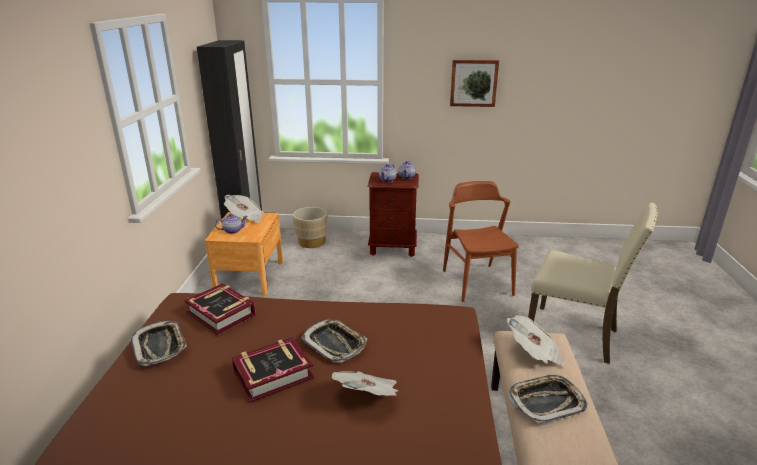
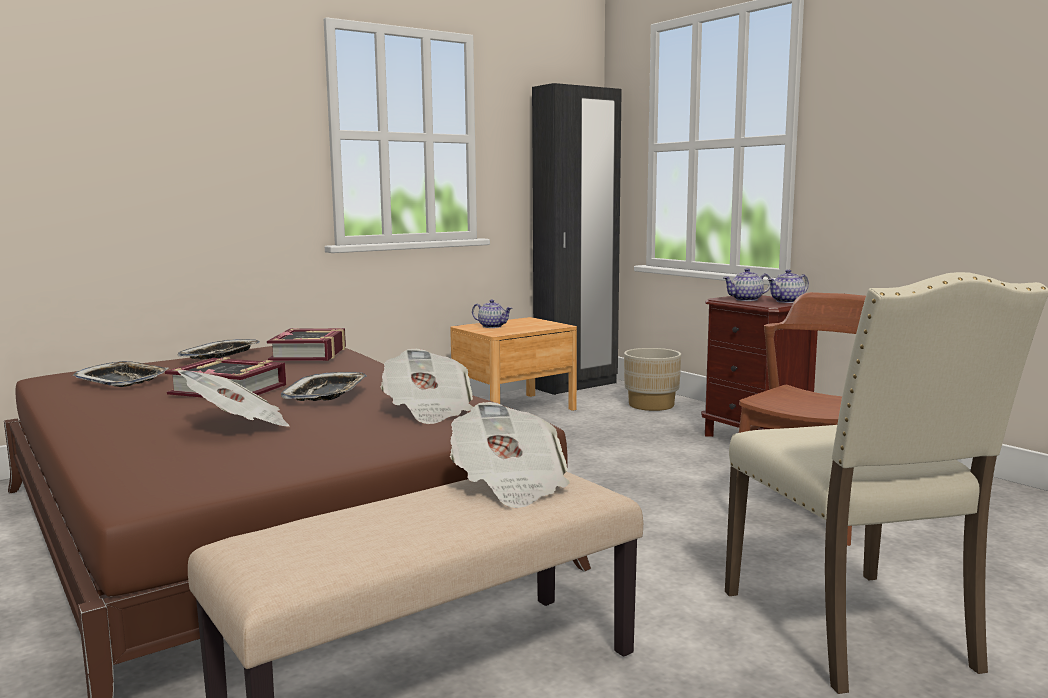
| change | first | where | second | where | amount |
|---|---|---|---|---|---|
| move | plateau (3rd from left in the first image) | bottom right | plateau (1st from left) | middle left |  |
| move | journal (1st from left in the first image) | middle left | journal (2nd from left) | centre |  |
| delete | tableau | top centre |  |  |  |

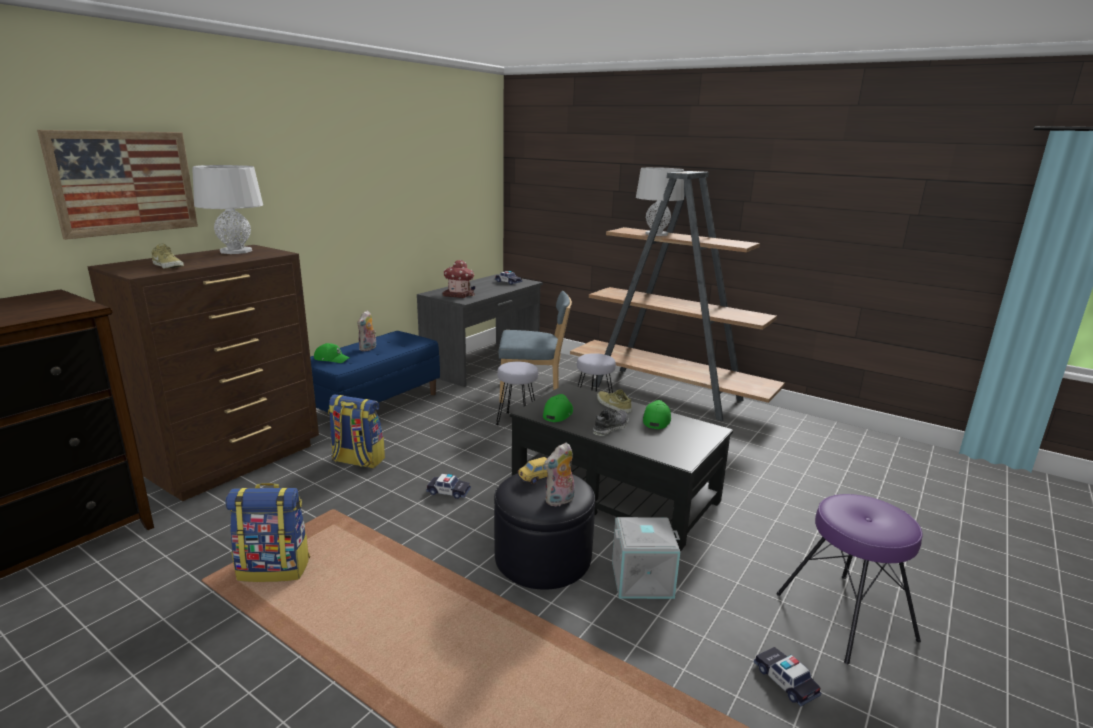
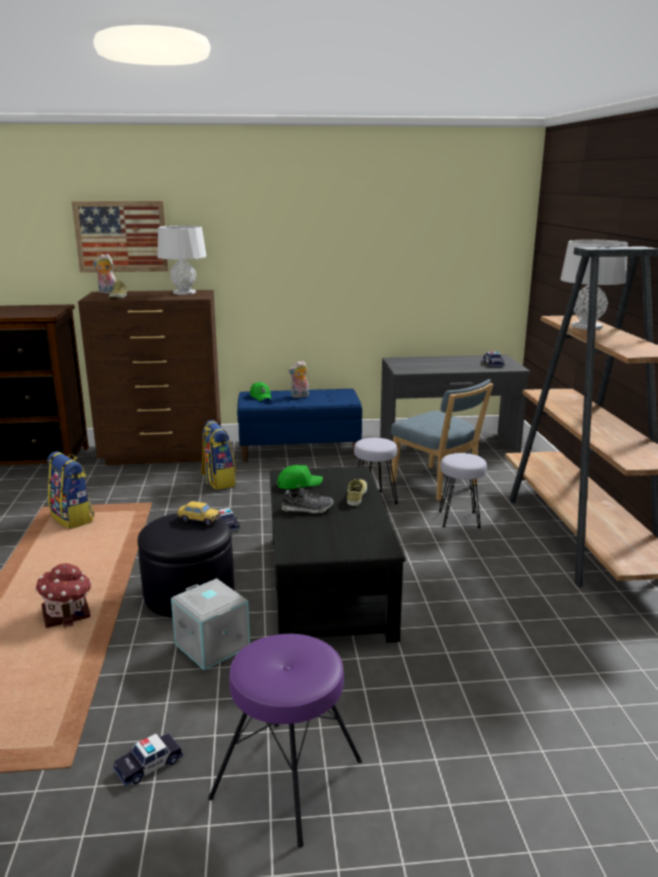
| change | first | where | second | where | amount |
|---|---|---|---|---|---|
| move | maison miniature | centre |  | bottom left |  |
| move | peluche (2nd from left in the first image) | centre | peluche (1st from left) | top left |  |
| rotate | petite voiture (4th from left in the first image) | bottom right | petite voiture (1st from left) | bottom left | 150 degrees counterclockwise |
| delete | casquette [vert] (3rd from left) | centre |  |  |  |

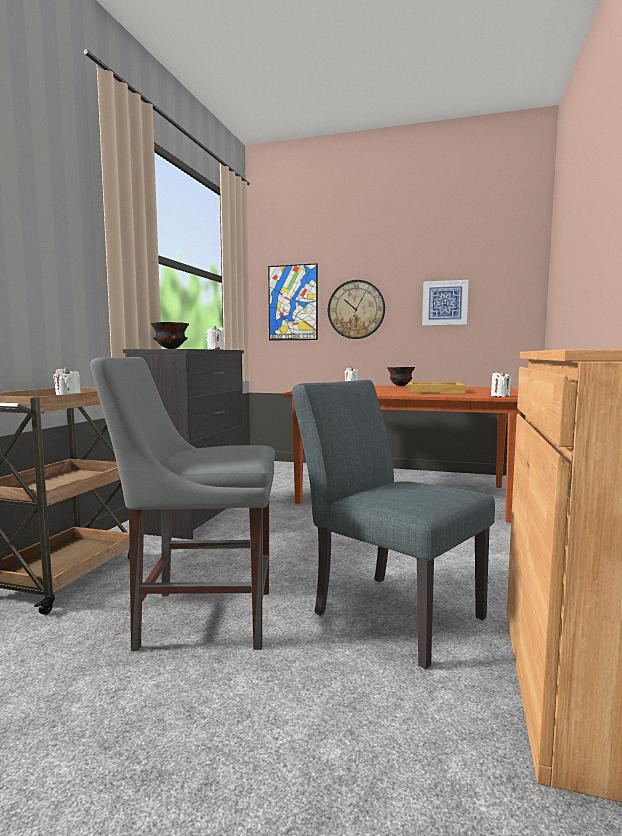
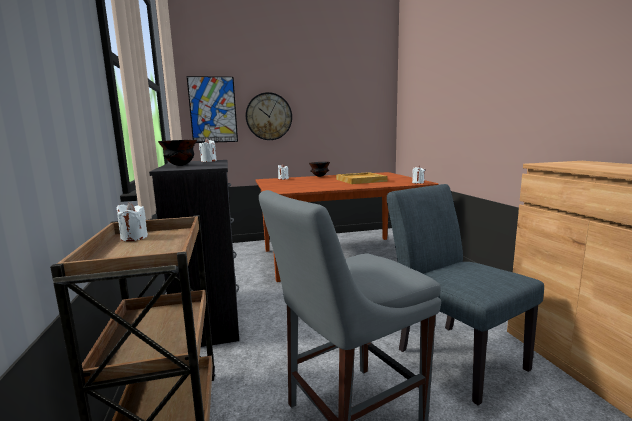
| change | first | where | second | where | amount |
|---|---|---|---|---|---|
| rotate | chaise [gris] (2nd from left) | centre |  | bottom right | 45 degrees clockwise |
| delete | tableau (2nd from left) | middle right |  |  |  |

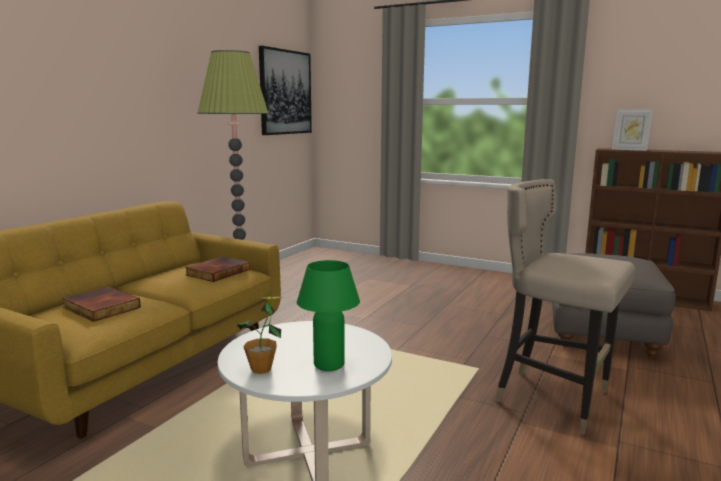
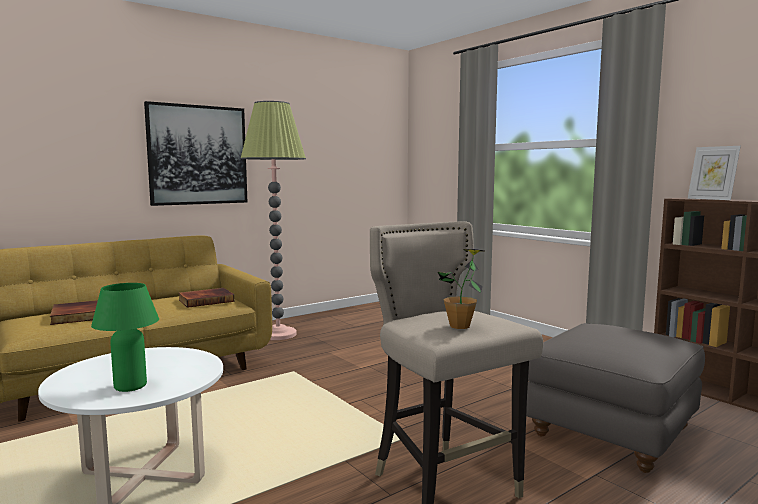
| change | first | where | second | where | amount |
|---|---|---|---|---|---|
| move | tableau | top centre |  | top left |  |
| move | plante en pot | bottom centre |  | centre |  |

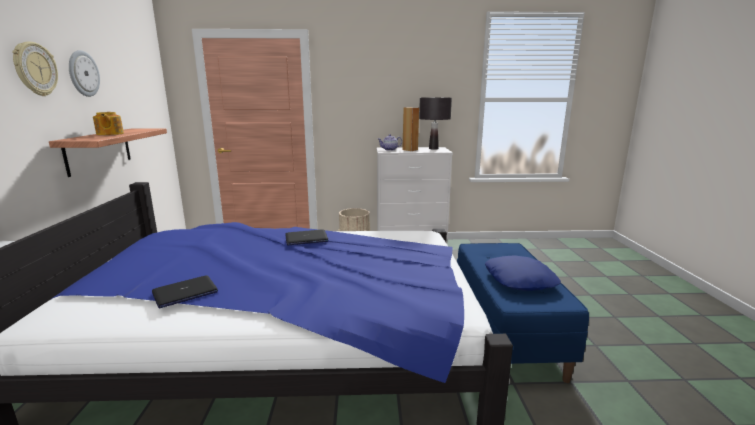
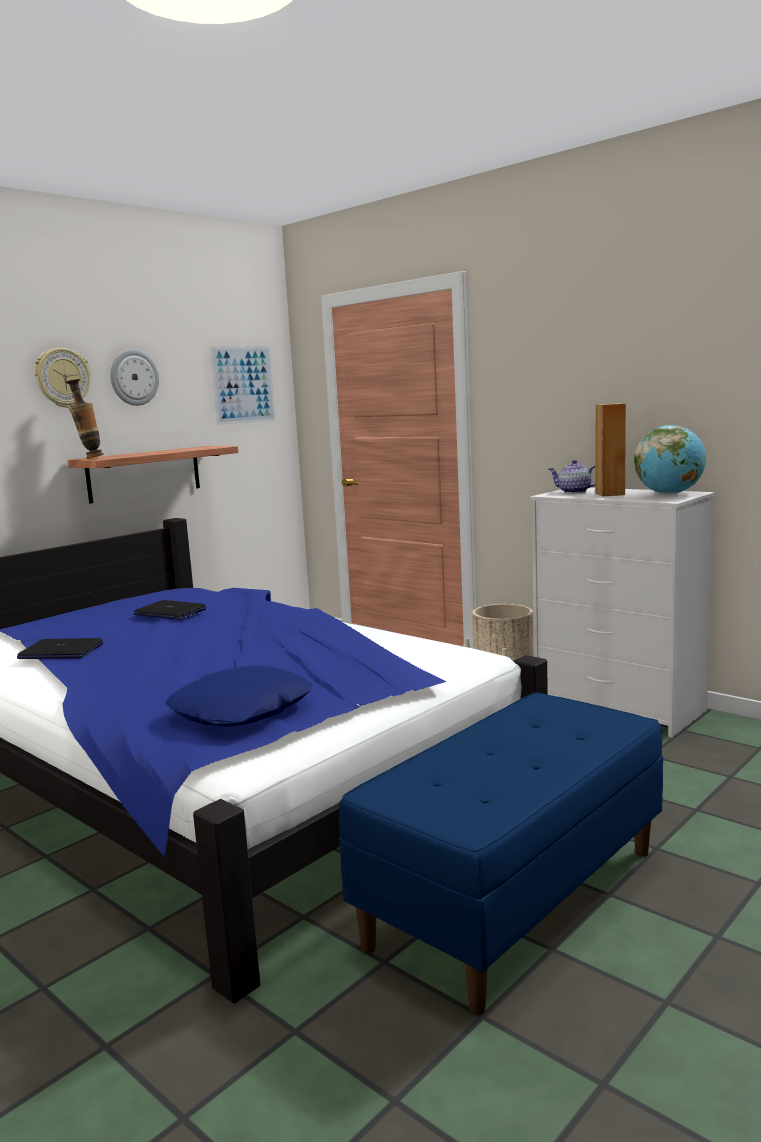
| change | first | where | second | where | amount |
|---|---|---|---|---|---|
| insert |  |  | vase | middle left |  |
| move | ordinateur portable (2nd from left) | centre |  | middle left |  |
| move | coussin [bleu] | middle right |  | middle left |  |
| insert |  |  | tableau | middle left |  |
| replace | lampe de table [noir] | top centre | globe | middle right |  |
| delete | théière (1st from left) | top left |  |  |  |

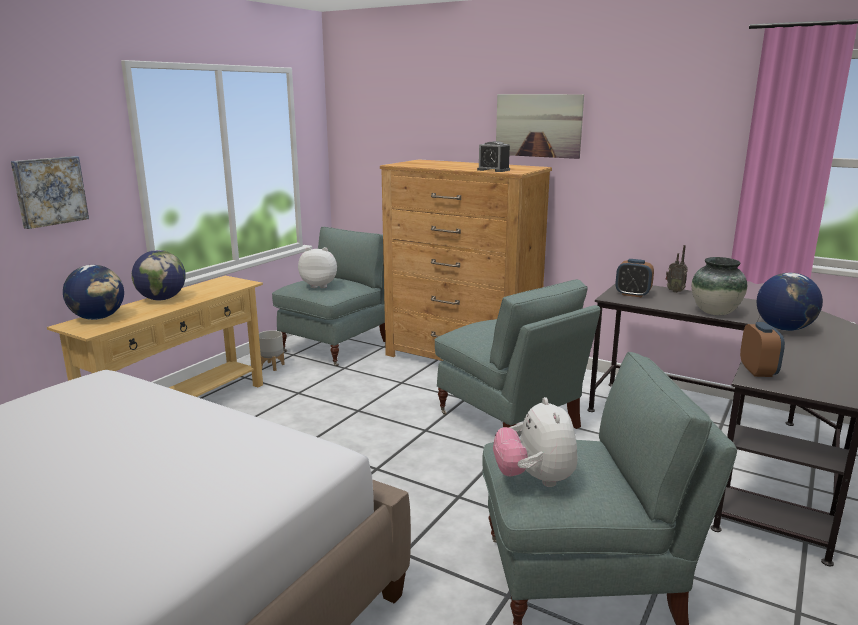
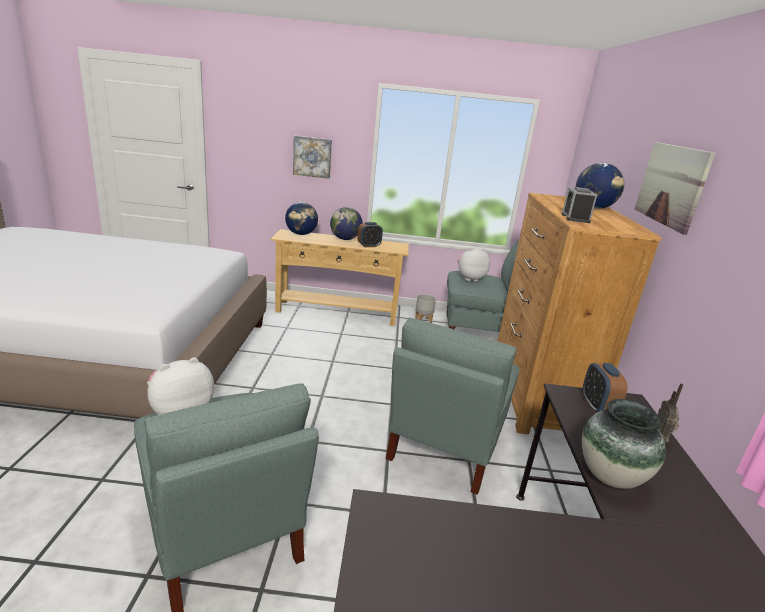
| change | first | where | second | where | amount |
|---|---|---|---|---|---|
| move | réveil (3rd from left in the first image) | middle right | réveil (1st from left) | centre |  |
| rotate | peluche (1st from left in the first image) | centre | peluche (2nd from left) | centre | 75 degrees counterclockwise |
| move | globe (3rd from left) | middle right |  | top right |  |

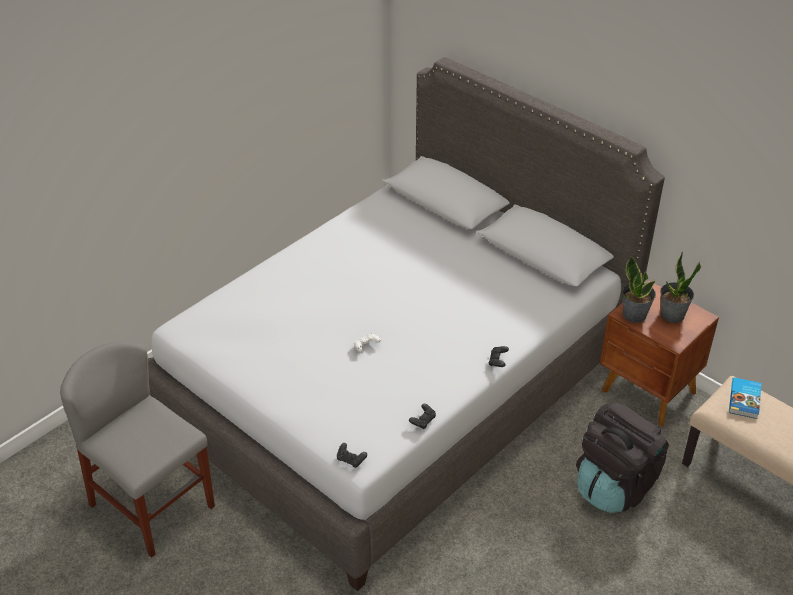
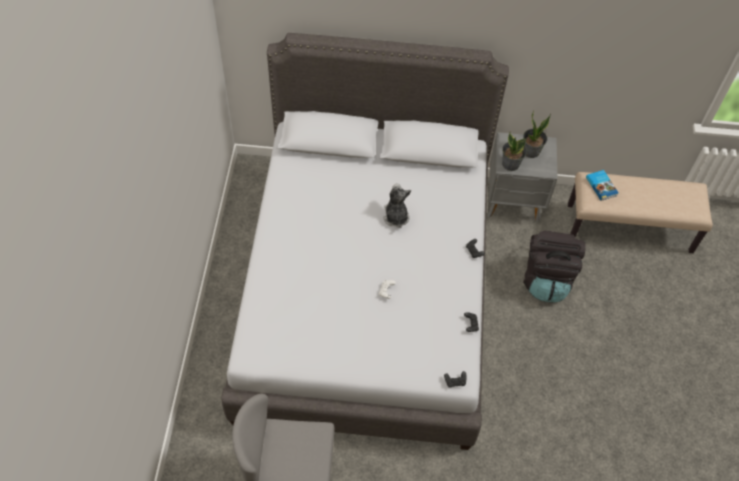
| change | first | where | second | where | amount |
|---|---|---|---|---|---|
| insert |  |  | peluche | centre |  |
| recolor | table de chevet [marron] | middle right | table de chevet [gris] | middle right |  |

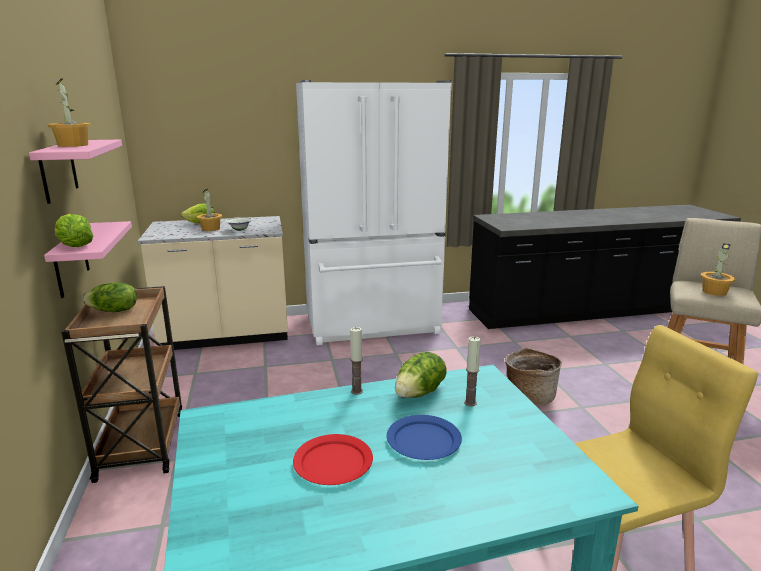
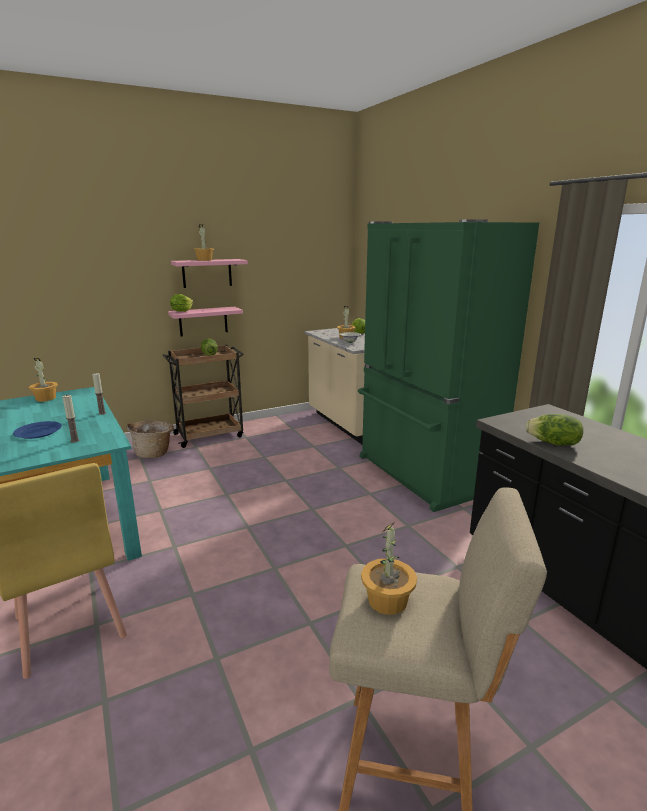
| change | first | where | second | where | amount |
|---|---|---|---|---|---|
| insert |  |  | plante en pot (1st from left) | middle left |  |
| move | panier | middle right |  | middle left |  |
| recolor | réfrigérateur [blanc] | centre | réfrigérateur [vert] | middle right |  |
| move | laitue (4th from left) | centre |  | middle right |  |
| delete | assiette [rouge] | bottom centre |  |  |  |

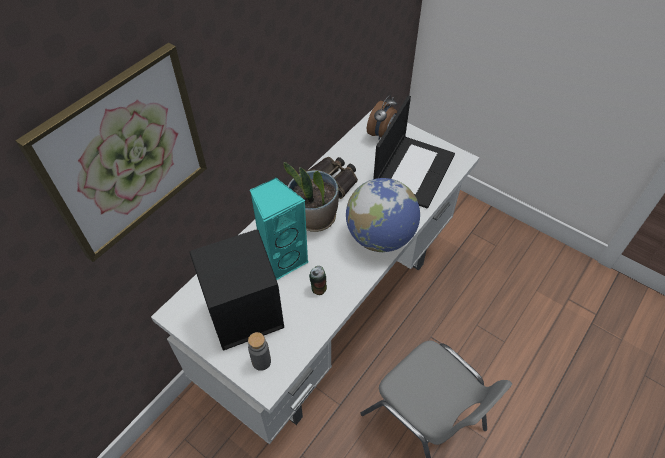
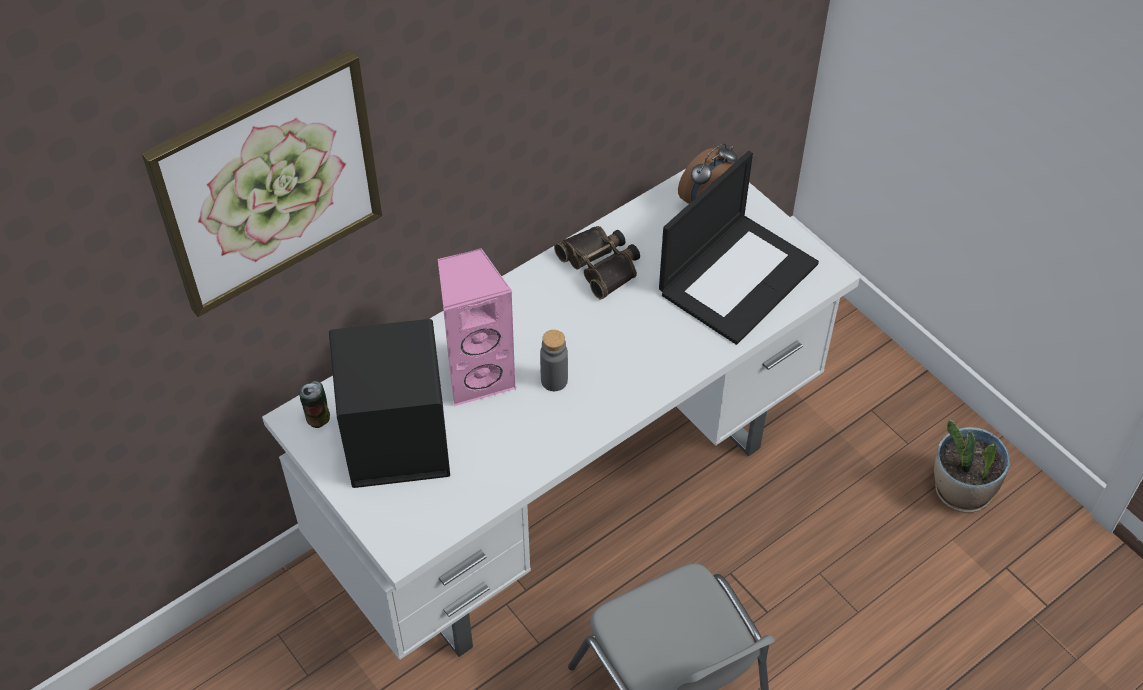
| change | first | where | second | where | amount |
|---|---|---|---|---|---|
| move | boîte métallique | centre |  | middle left |  |
| recolor | enceinte [turquoise] | centre | enceinte [rose] | centre |  |
| move | bouteille [gris] | bottom centre |  | centre |  |
| move | plante en pot | centre |  | bottom right |  |
| delete | globe | centre |  |  |  |

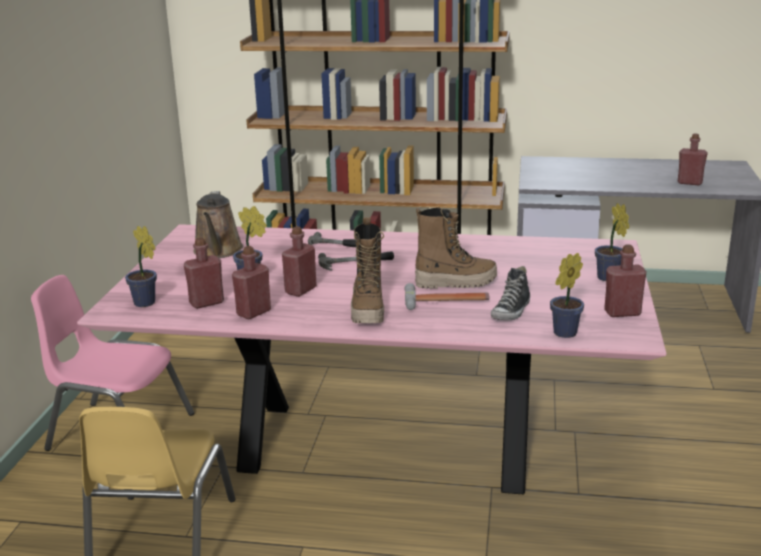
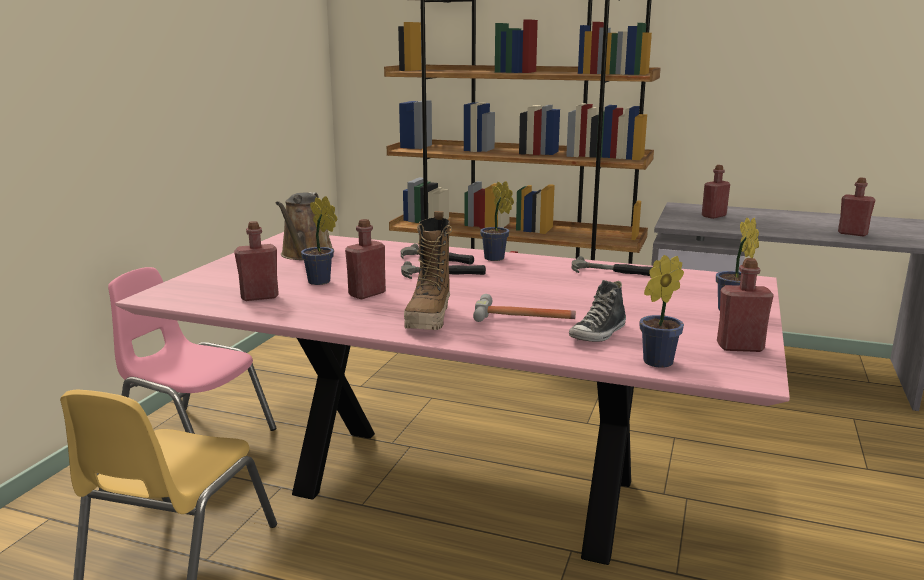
| change | first | where | second | where | amount |
|---|---|---|---|---|---|
| move | plante en pot (1st from left in the first image) | middle left | plante en pot (2nd from left) | centre |  |
| insert |  |  | marteau (4th from left) | centre |  |
| move | bouteille [rouge] (2nd from left in the first image) | middle left | bouteille [rouge] (3rd from left) | top right |  |
| delete | botte (2nd from left) | centre |  |  |  |

